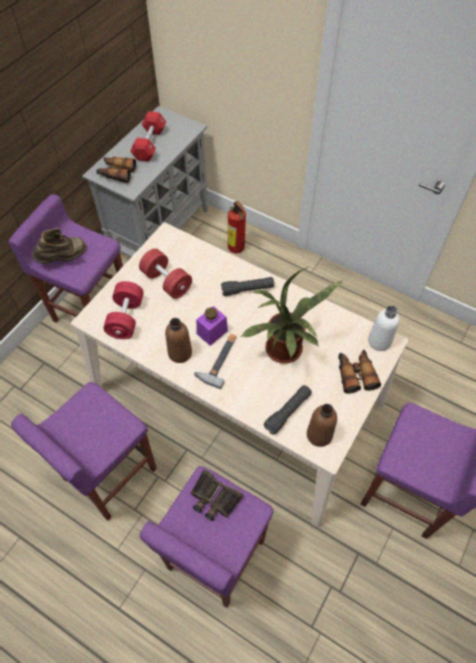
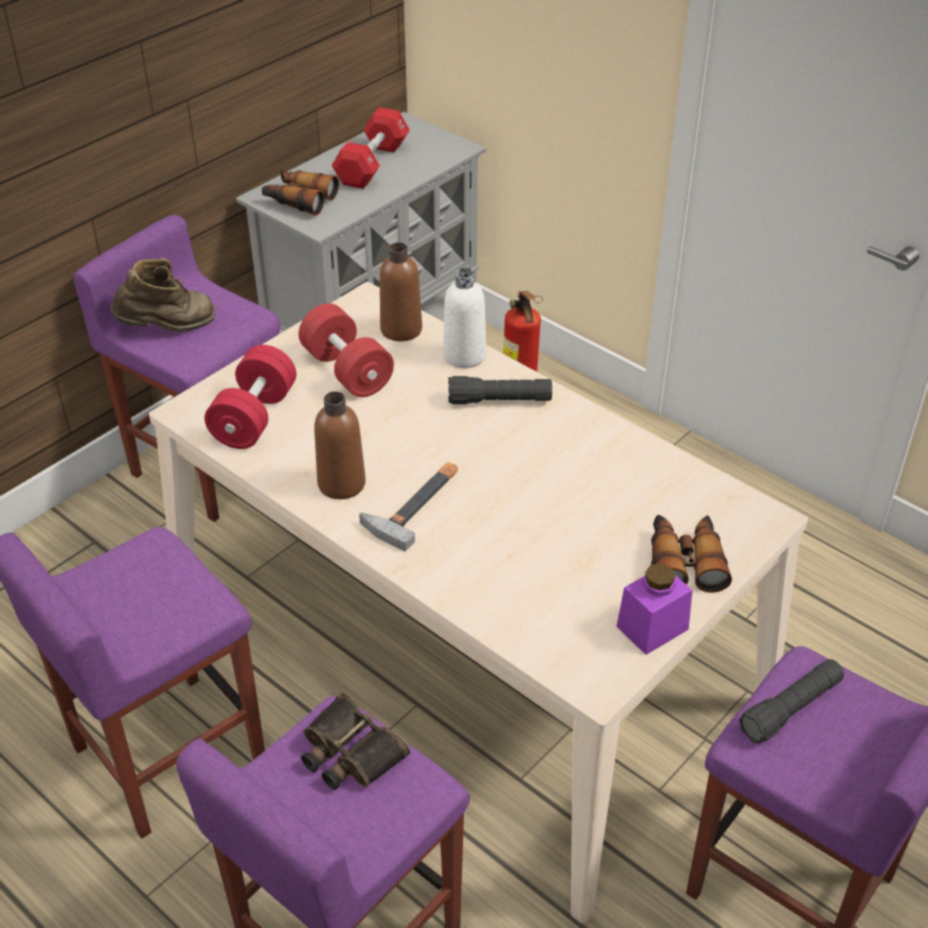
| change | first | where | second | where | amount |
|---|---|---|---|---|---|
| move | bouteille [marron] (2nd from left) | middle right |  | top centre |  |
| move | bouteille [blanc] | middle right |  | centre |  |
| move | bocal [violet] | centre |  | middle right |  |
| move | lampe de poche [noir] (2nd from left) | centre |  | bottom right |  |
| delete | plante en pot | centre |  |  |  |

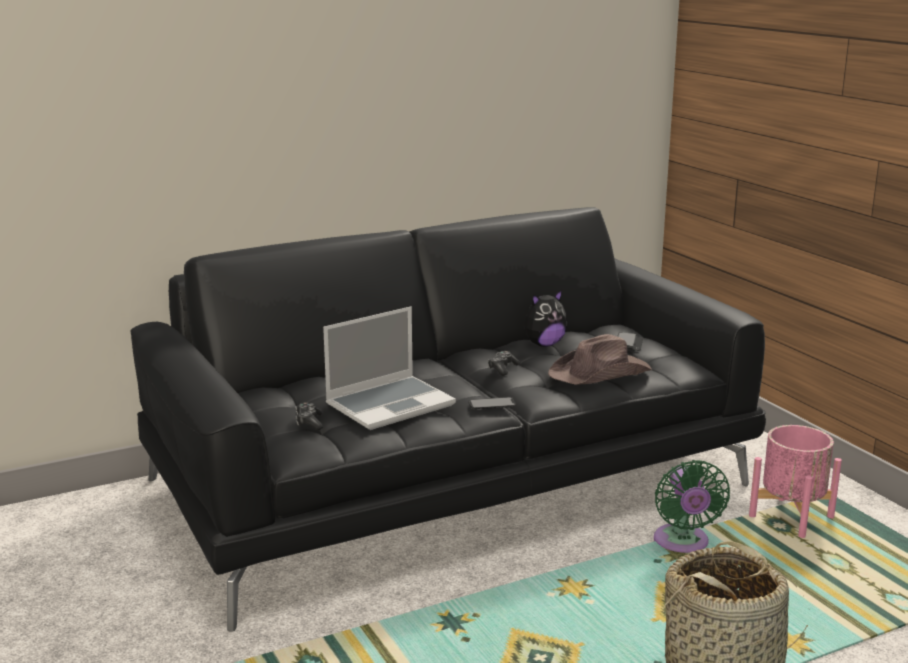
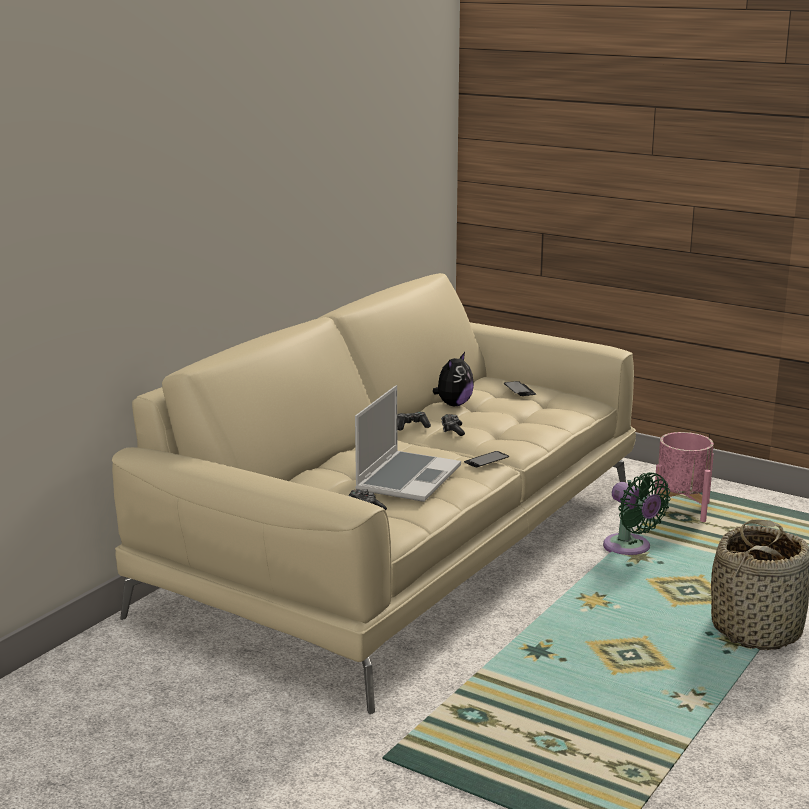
| change | first | where | second | where | amount |
|---|---|---|---|---|---|
| recolor | canapé [noir] | centre | canapé [beige] | centre |  |
| insert |  |  | manette (2nd from left) | centre |  |
| delete | chapeau [marron] | centre |  |  |  |

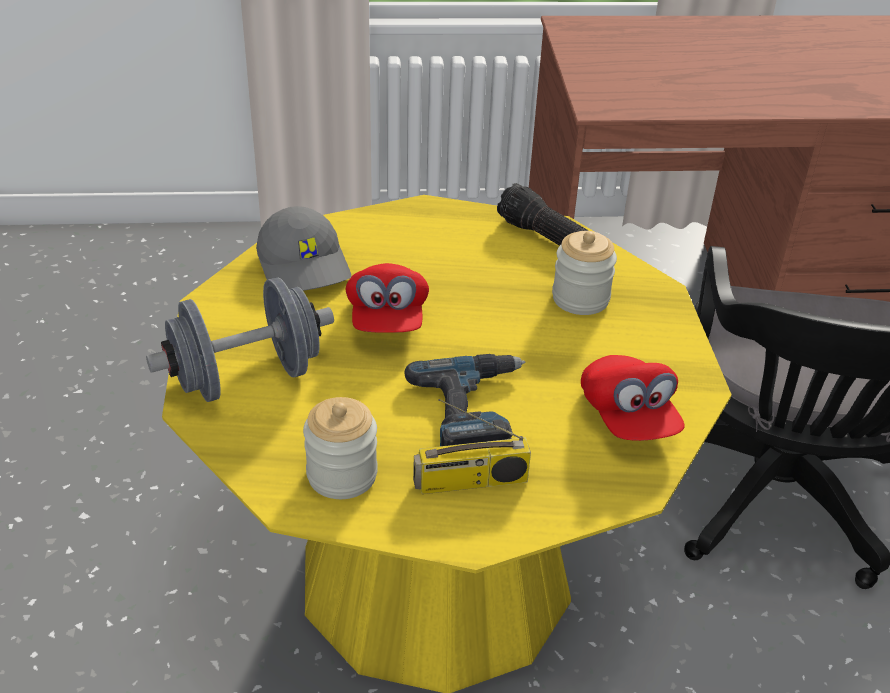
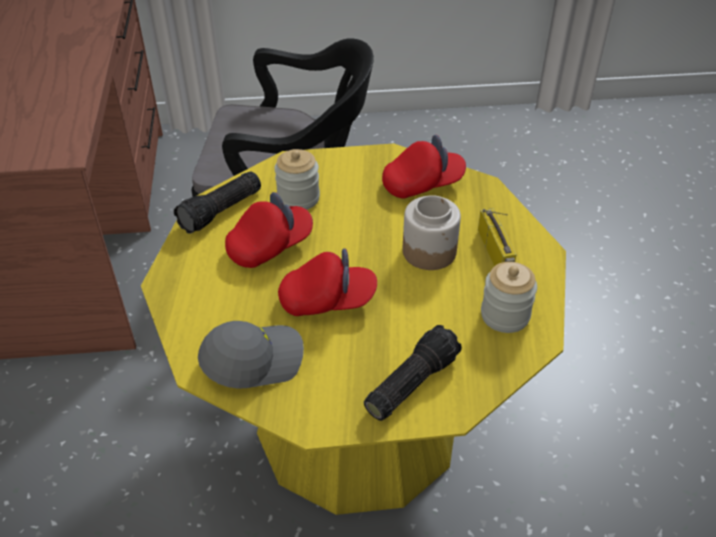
| change | first | where | second | where | amount |
|---|---|---|---|---|---|
| insert |  |  | casquette [rouge] (1st from left) | centre |  |
| replace | haltère [gris] | middle left | lampe de poche (2nd from left) | bottom centre |  |
| replace | perceuse | centre | bocal (2nd from left) | centre |  |

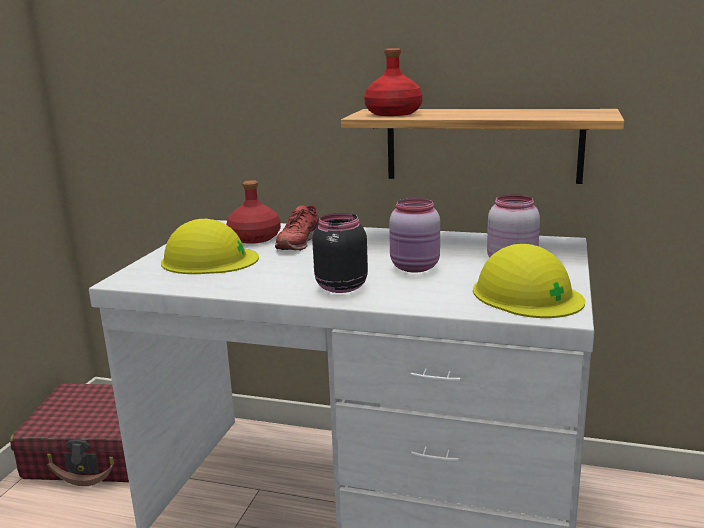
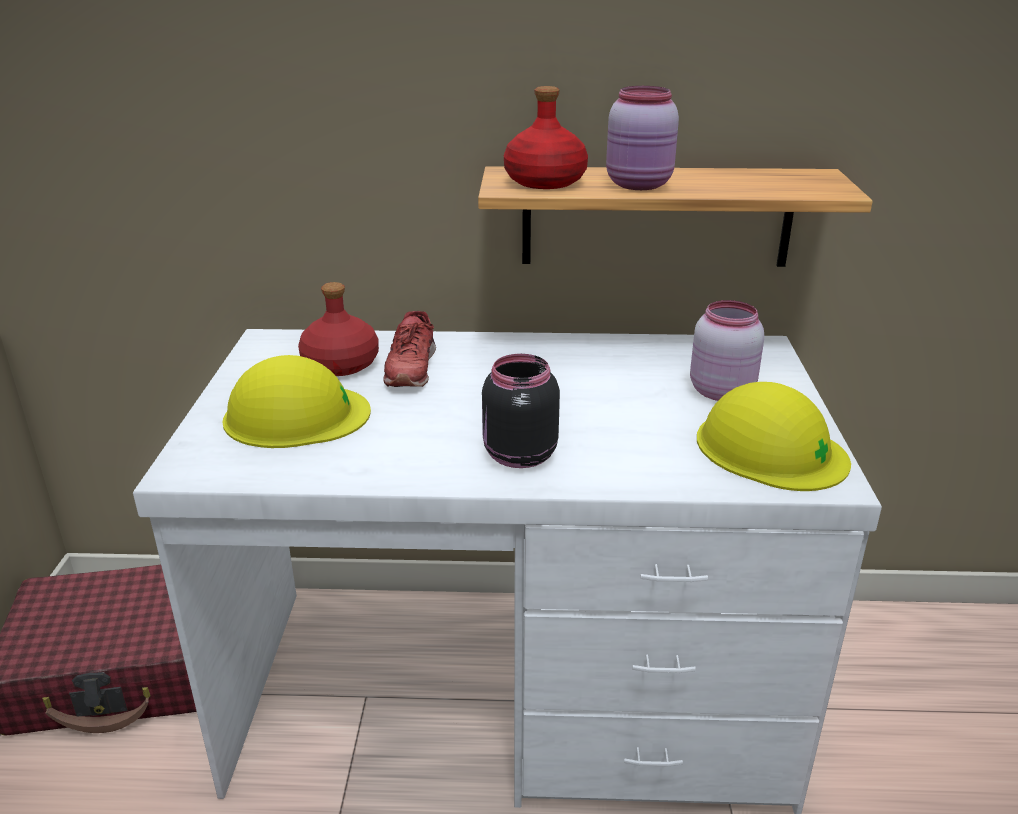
| change | first | where | second | where | amount |
|---|---|---|---|---|---|
| move | bocal [rose] (1st from left) | centre |  | top centre |  |

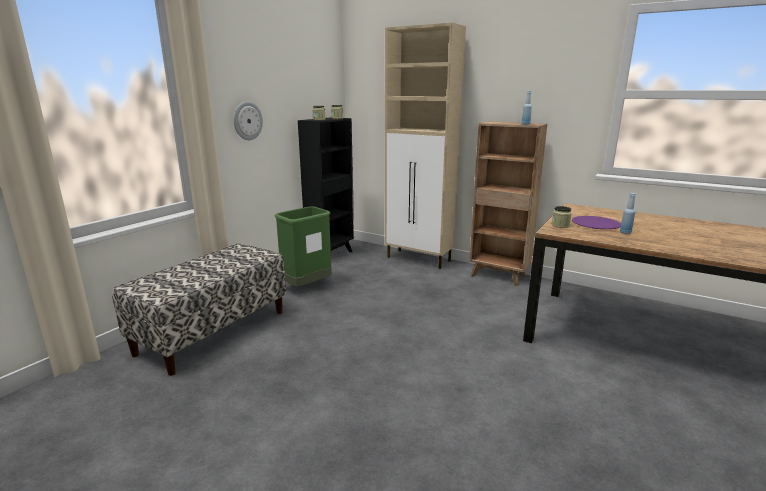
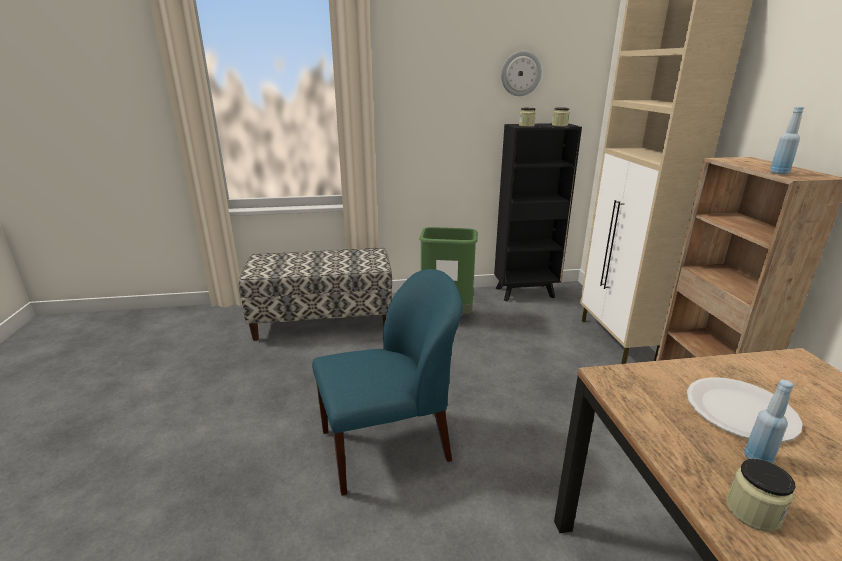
| change | first | where | second | where | amount |
|---|---|---|---|---|---|
| insert |  |  | chaise [bleu] | bottom centre |  |
| move | horloge murale | top left |  | top centre |  |
| recolor | assiette [violet] | middle right | assiette [blanc] | bottom right |  |
| move | bocal (3rd from left) | middle right |  | bottom right |  |

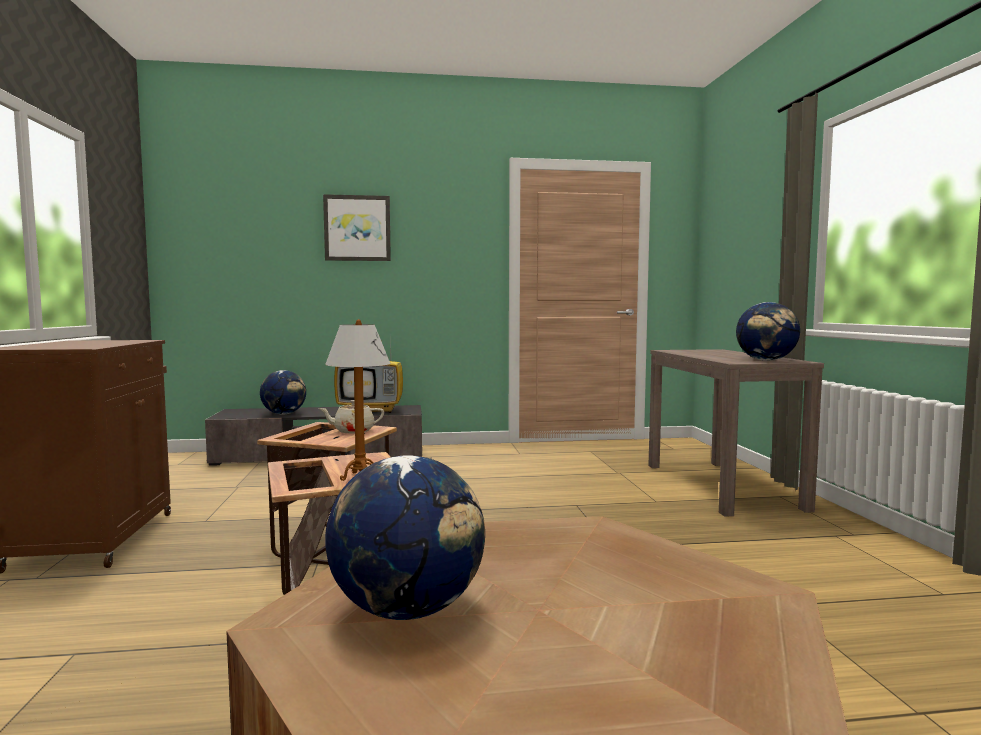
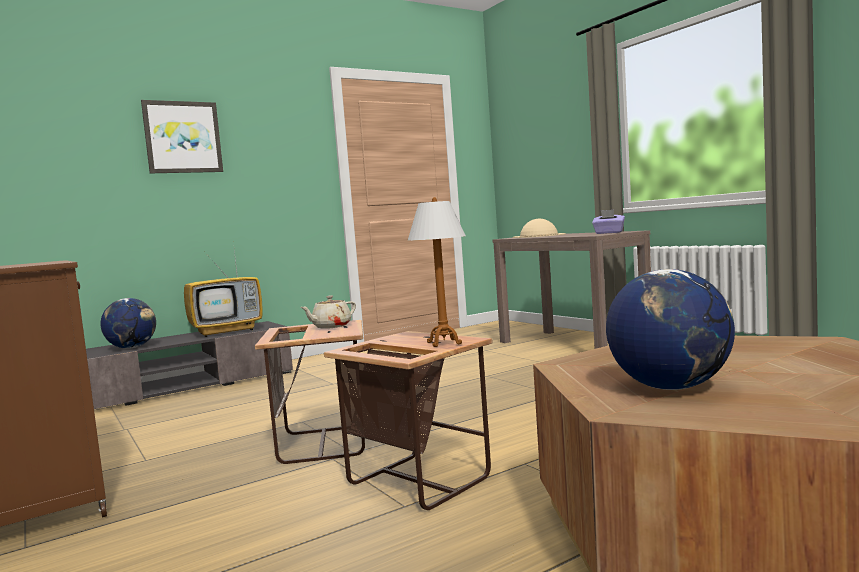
| change | first | where | second | where | amount |
|---|---|---|---|---|---|
| insert |  |  | chapeau [beige] | centre |  |
| replace | globe (3rd from left) | middle right | boîte à mouchoirs [violet] | middle right |  |

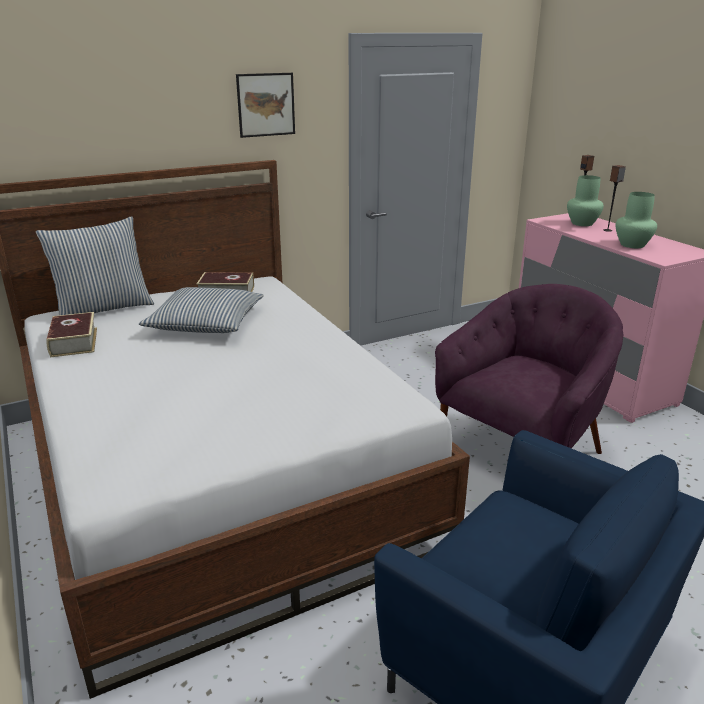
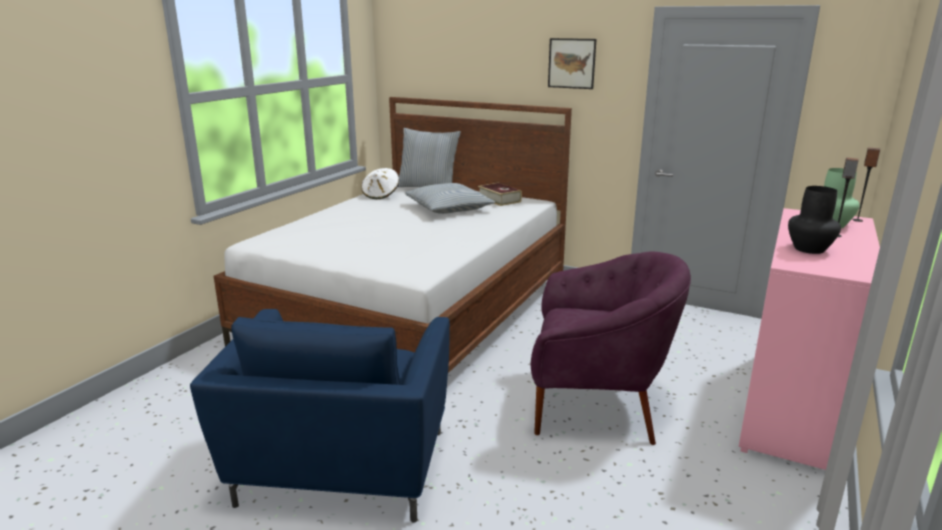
| change | first | where | second | where | amount |
|---|---|---|---|---|---|
| replace | livre (1st from left) | middle left | chapeau [blanc] | centre |  |
| recolor | vase [vert] (2nd from left) | top right | vase [noir] | middle right |  |

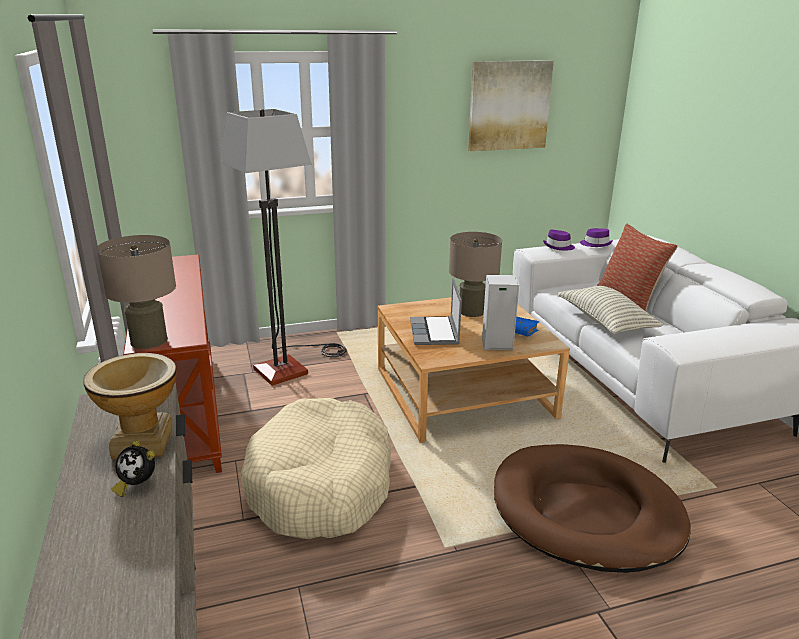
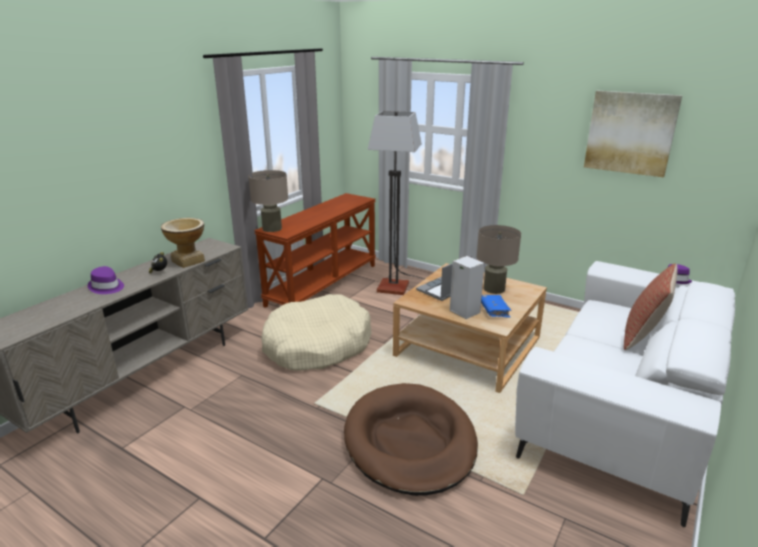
| change | first | where | second | where | amount |
|---|---|---|---|---|---|
| move | chapeau [violet] (1st from left) | middle right |  | middle left |  |
| delete | coussin (1st from left) | middle right |  |  |  |

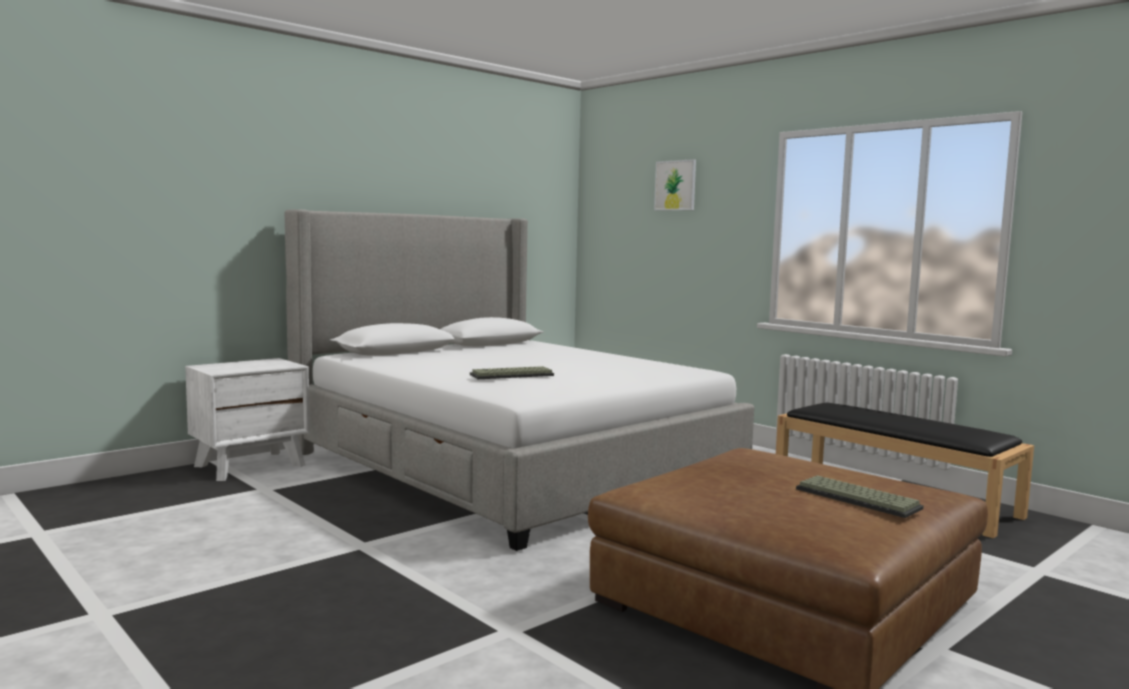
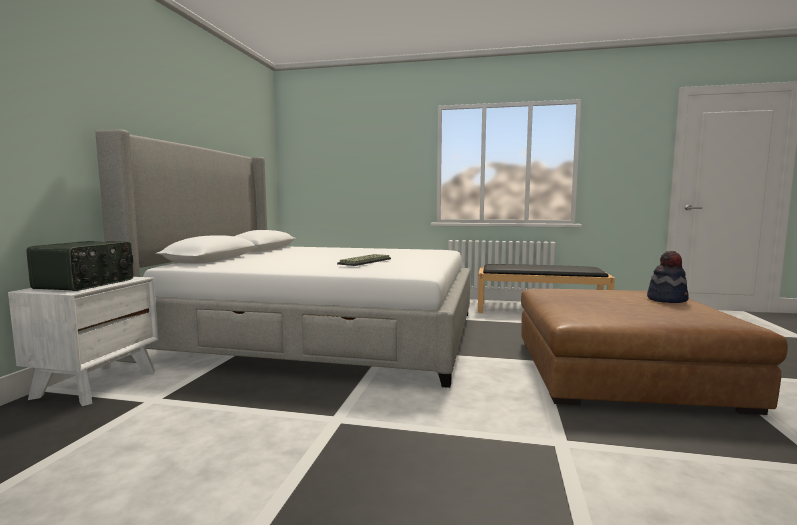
| change | first | where | second | where | amount |
|---|---|---|---|---|---|
| insert |  |  | radio | middle left |  |
| replace | clavier (2nd from left) | bottom right | chapeau | middle right |  |
| delete | tableau | top centre |  |  |  |

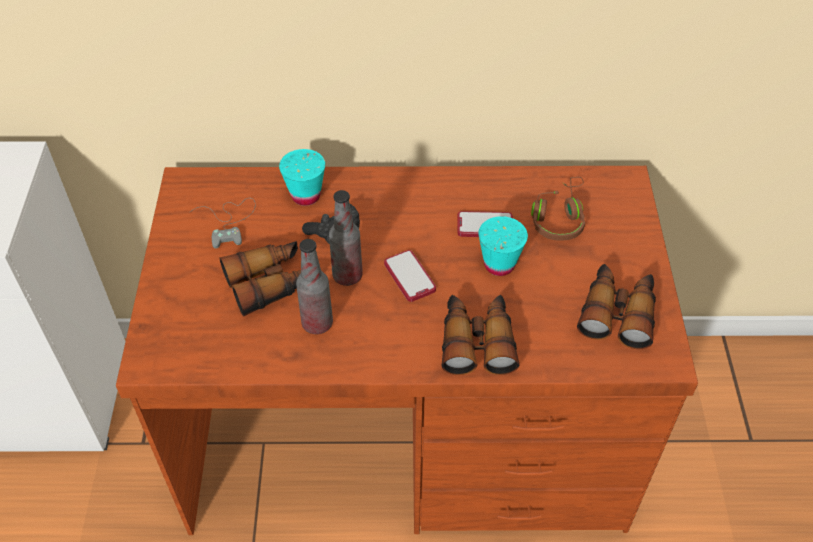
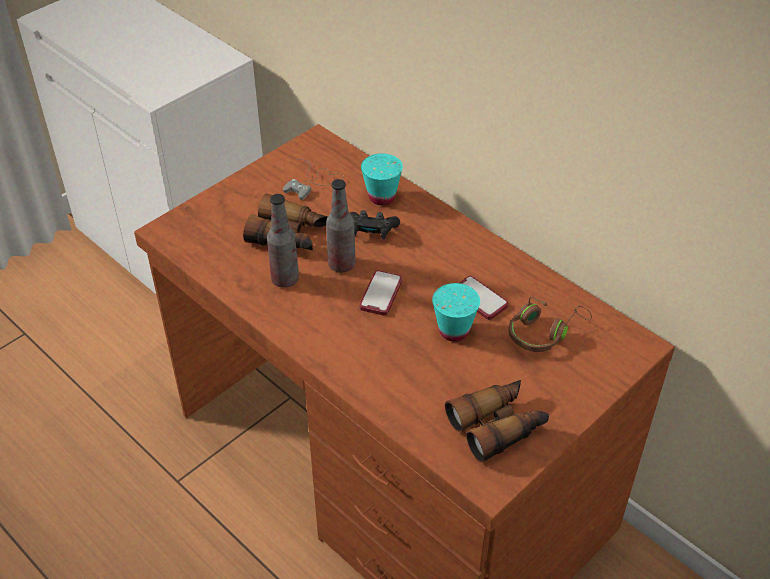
| change | first | where | second | where | amount |
|---|---|---|---|---|---|
| delete | jumelles (2nd from left) | centre |  |  |  |

